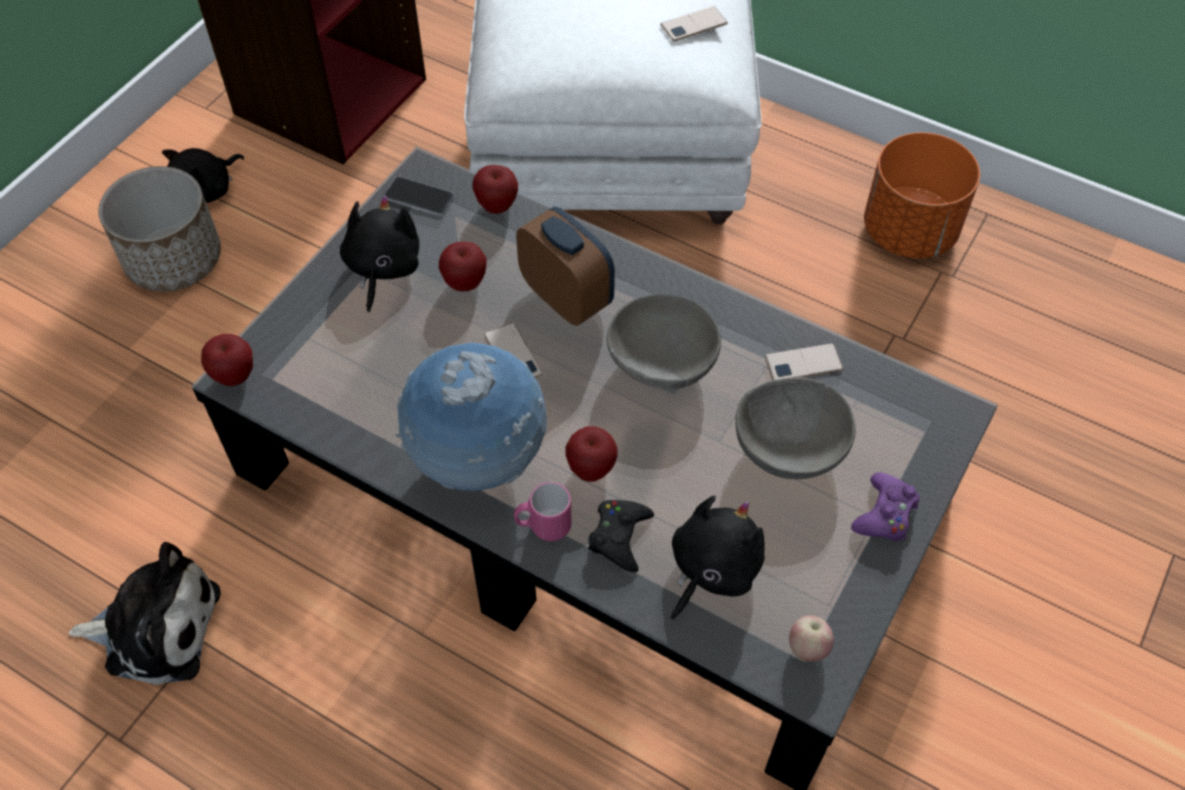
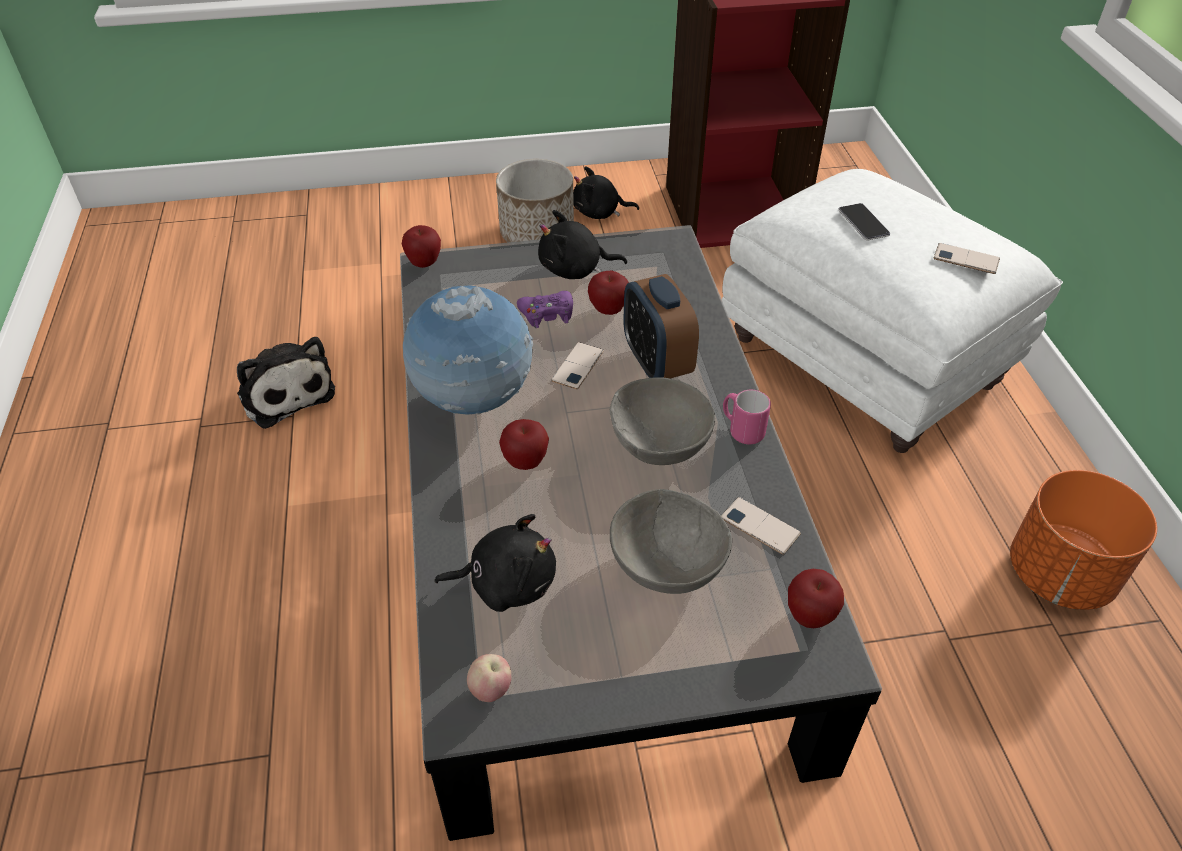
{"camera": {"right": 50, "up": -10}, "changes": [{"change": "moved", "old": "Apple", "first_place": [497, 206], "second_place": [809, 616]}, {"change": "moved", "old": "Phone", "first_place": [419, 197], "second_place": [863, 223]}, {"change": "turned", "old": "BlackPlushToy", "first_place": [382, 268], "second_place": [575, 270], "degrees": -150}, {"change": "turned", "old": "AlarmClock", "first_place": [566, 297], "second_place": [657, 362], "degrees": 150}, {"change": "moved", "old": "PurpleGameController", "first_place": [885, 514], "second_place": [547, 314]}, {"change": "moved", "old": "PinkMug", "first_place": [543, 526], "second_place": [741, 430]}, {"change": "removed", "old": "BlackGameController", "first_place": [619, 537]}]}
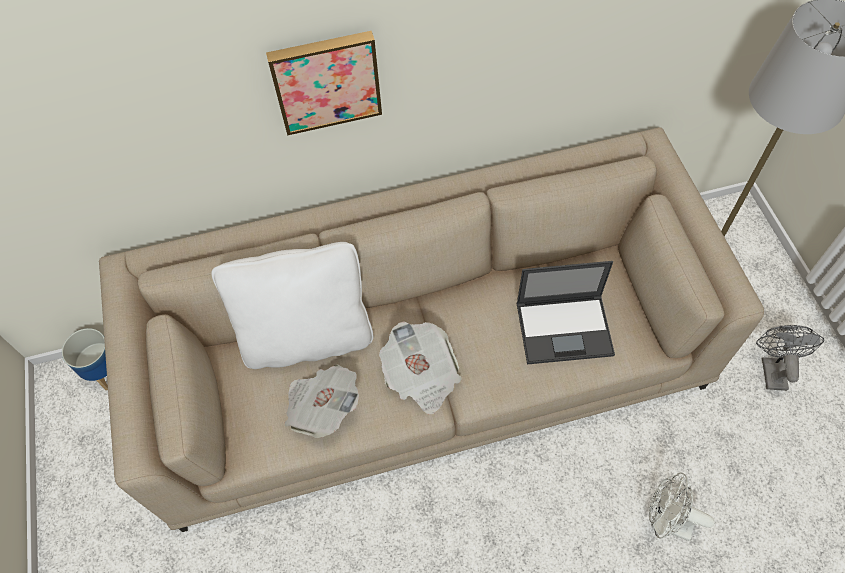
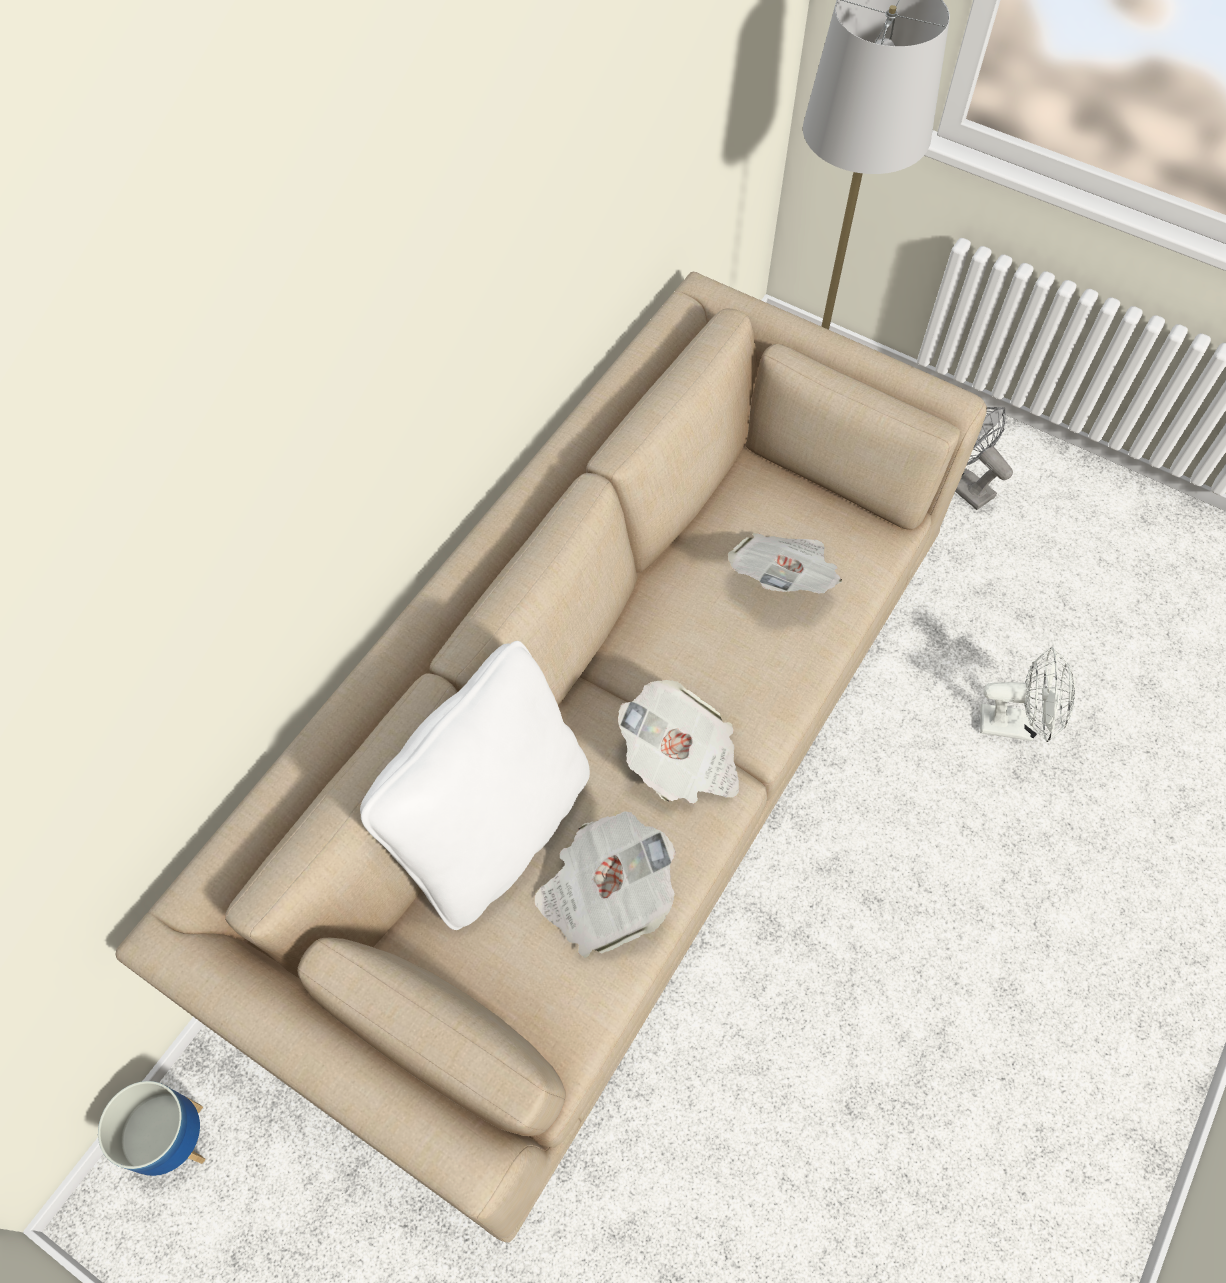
{"camera": {"right": -45, "up": 0}, "changes": [{"change": "removed", "old": "Picture", "first_place": [326, 80]}, {"change": "replaced", "old": "Laptop", "new": "Newspaper", "first_place": [565, 328], "second_place": [784, 579]}, {"change": "turned", "old": "WhiteFan", "first_place": [665, 522], "second_place": [1015, 725], "degrees": -150}]}
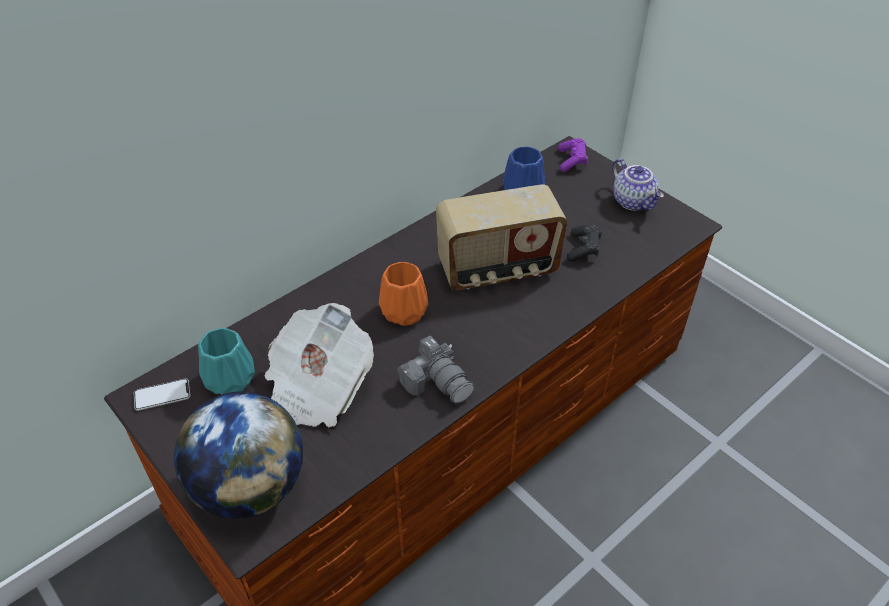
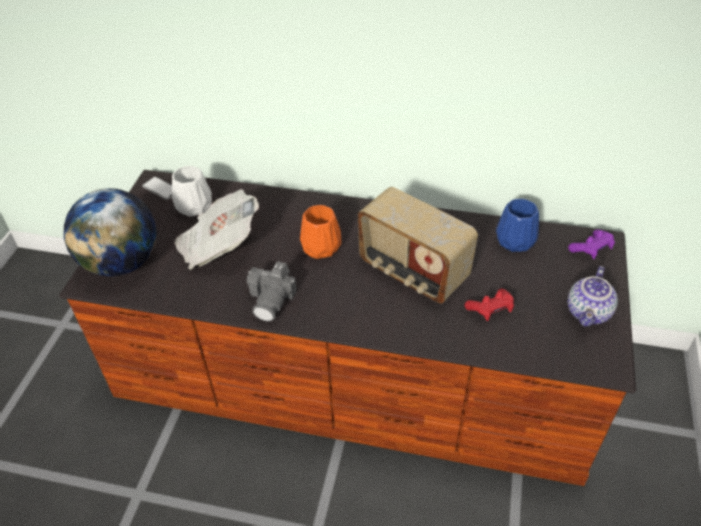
{"camera": {"right": 55, "up": 0}, "changes": [{"change": "recoloured", "old": "BlackGameController", "new": "RedGameController", "first_place": [583, 249], "second_place": [490, 309]}, {"change": "recoloured", "old": "TurquoiseVase", "new": "WhiteVase", "first_place": [229, 380], "second_place": [193, 207]}]}
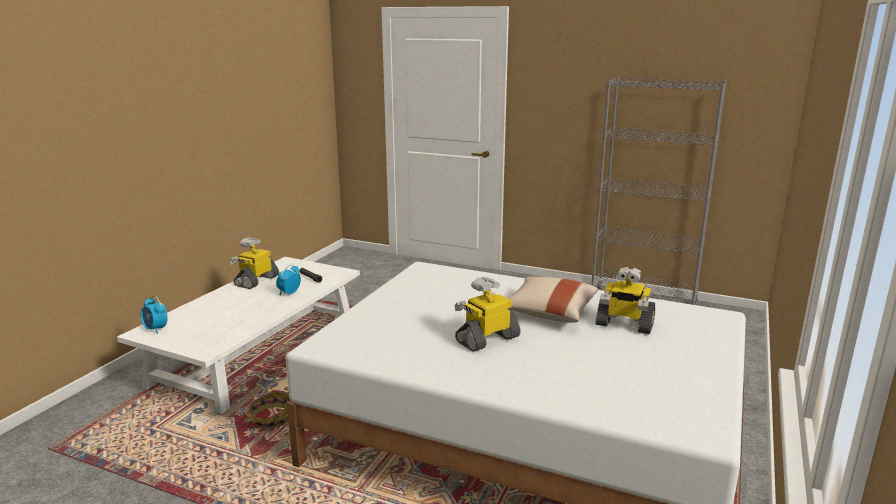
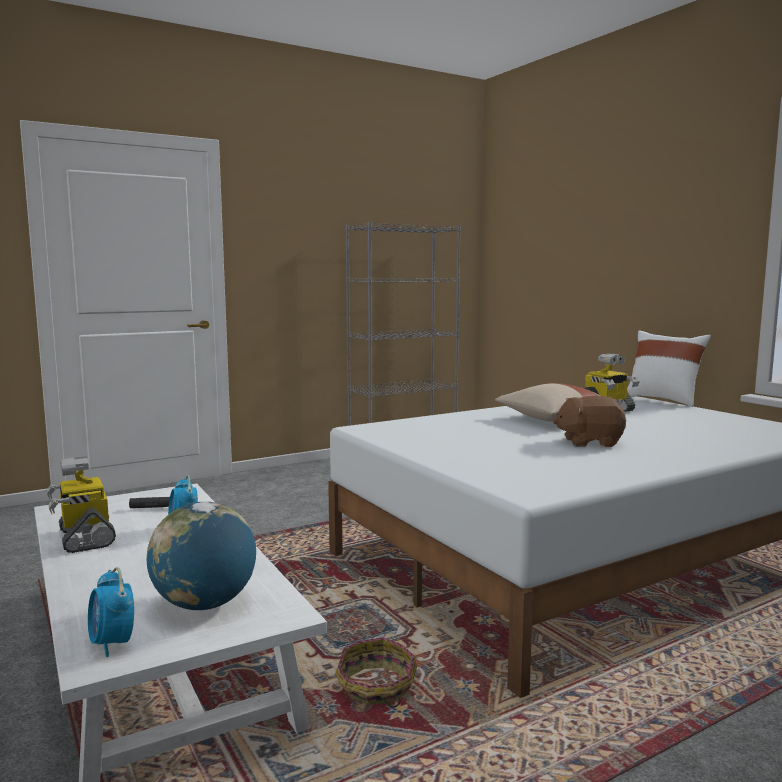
{"camera": {"right": -55, "up": -10}, "changes": [{"change": "replaced", "old": "ToyRobot", "new": "BrownPlushToy", "first_place": [487, 339], "second_place": [589, 442]}, {"change": "turned", "old": "AlarmClock", "first_place": [156, 329], "second_place": [112, 644], "degrees": 75}, {"change": "added", "new": "WhitePillow", "second_place": [663, 400]}, {"change": "added", "new": "Globe", "second_place": [204, 604]}]}
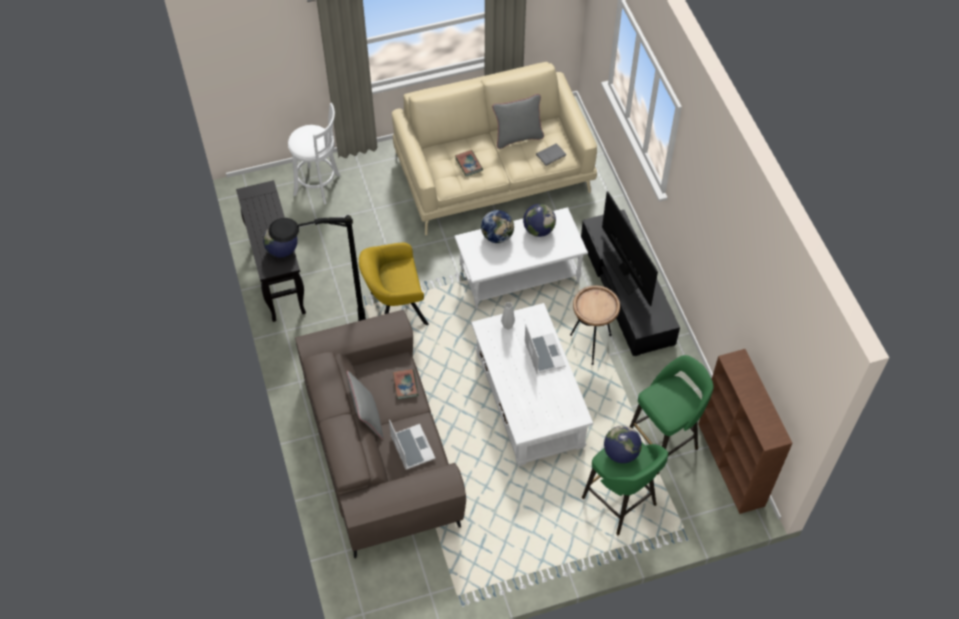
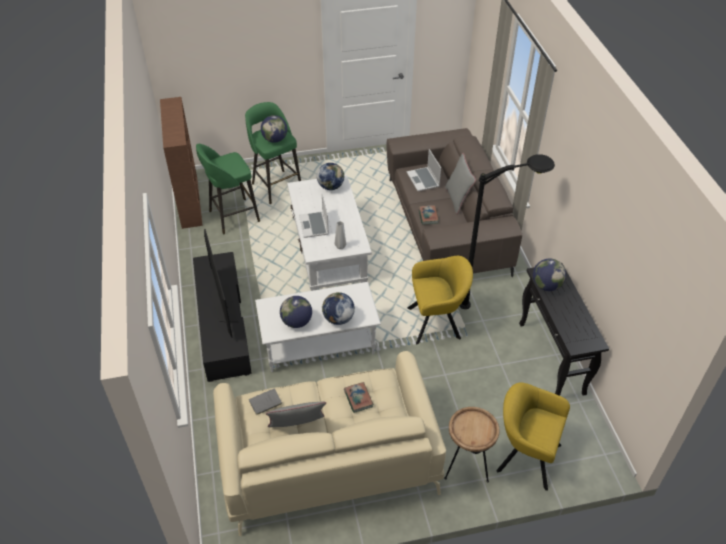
{"camera": {"right": -175, "up": -10}, "changes": [{"change": "replaced", "old": "WhiteStool", "new": "YellowArmchair", "first_place": [319, 186], "second_place": [524, 456]}, {"change": "moved", "old": "BrownSideTable", "first_place": [591, 344], "second_place": [466, 469]}, {"change": "added", "new": "Globe", "second_place": [331, 186]}]}
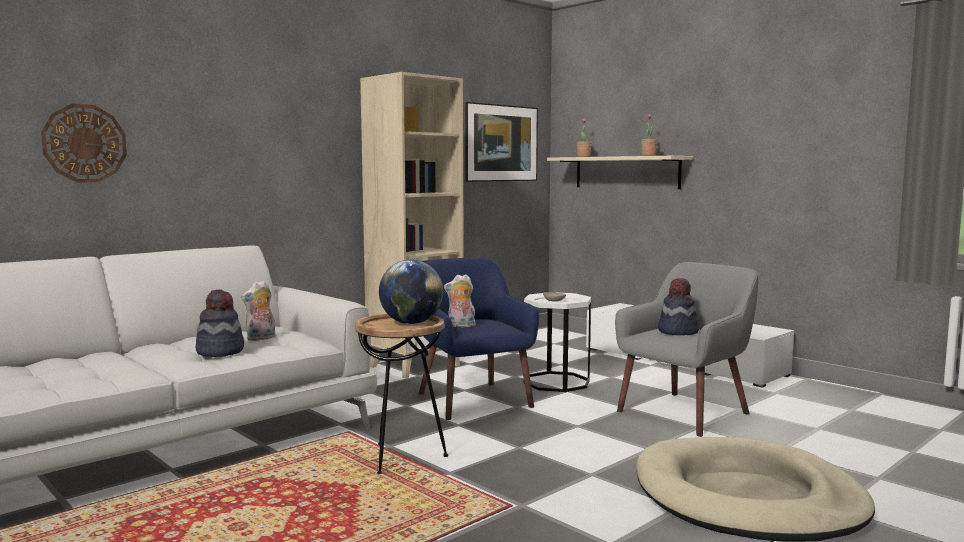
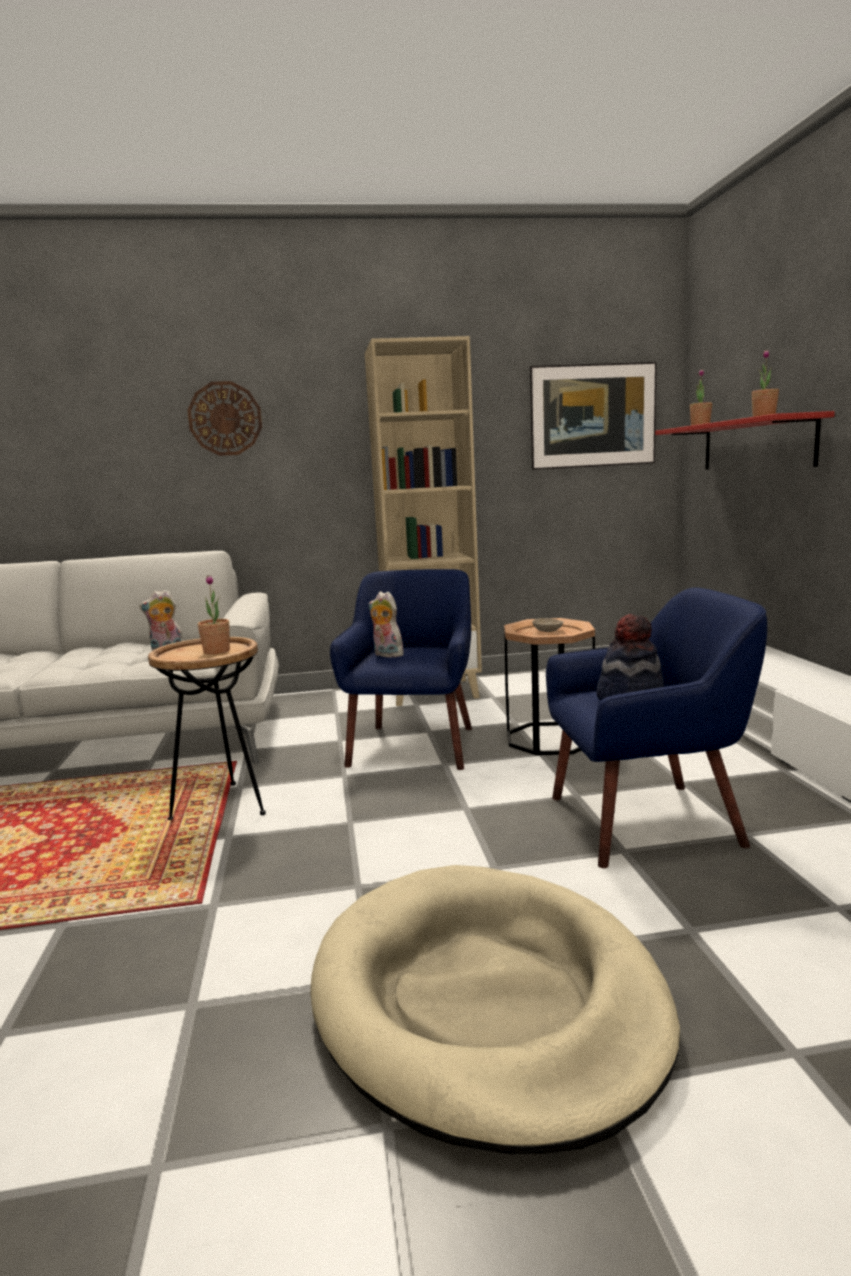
{"camera": {"right": 35, "up": 5}, "changes": [{"change": "moved", "old": "WallClock", "first_place": [84, 143], "second_place": [225, 418]}, {"change": "recoloured", "old": "BeigeShelf", "new": "RedShelf", "first_place": [626, 172], "second_place": [756, 444]}, {"change": "replaced", "old": "Globe", "new": "PottedPlant", "first_place": [411, 323], "second_place": [216, 652]}, {"change": "recoloured", "old": "GreyArmchair", "new": "BlueArmchair", "first_place": [685, 412], "second_place": [647, 821]}, {"change": "removed", "old": "Hat", "first_place": [220, 351]}, {"change": "recoloured", "old": "WhiteSideTable", "new": "BrownSideTable", "first_place": [556, 382], "second_place": [549, 738]}]}
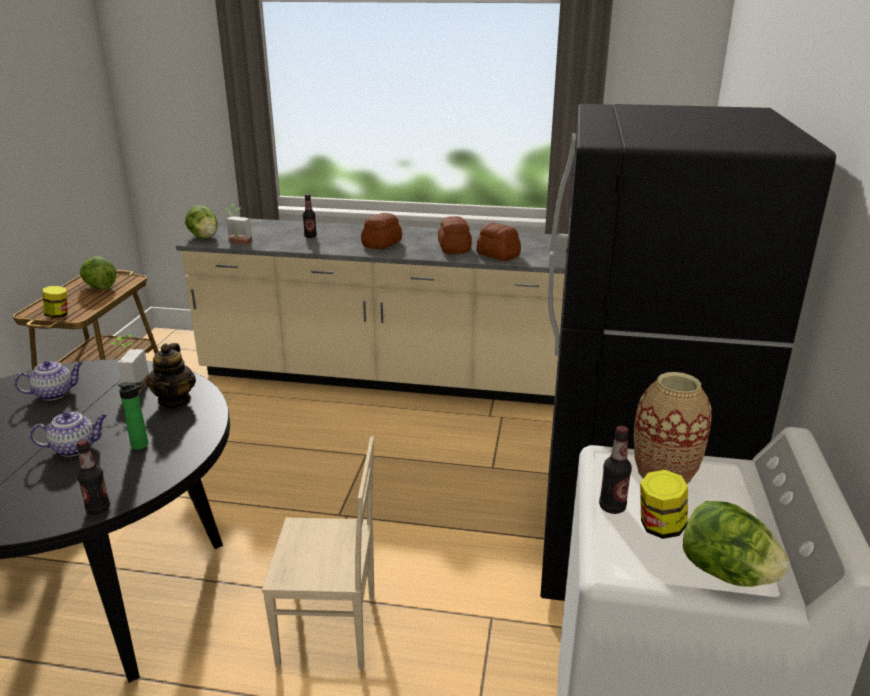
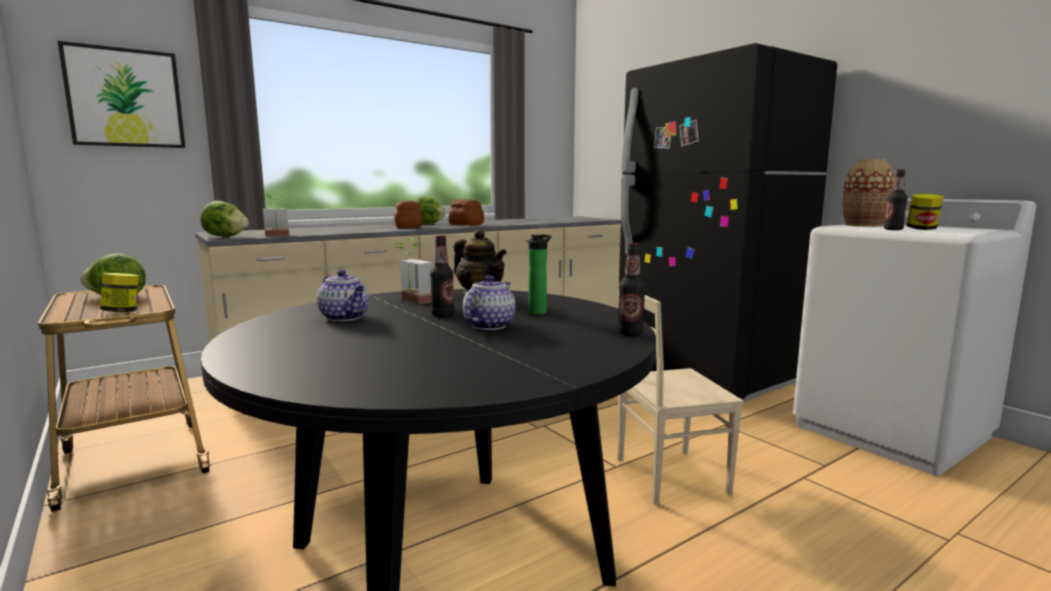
{"camera": {"right": -45, "up": -15}, "changes": [{"change": "moved", "old": "Bottle", "first_place": [310, 236], "second_place": [442, 314]}, {"change": "removed", "old": "Bread", "first_place": [498, 255]}, {"change": "turned", "old": "Teapot", "first_place": [55, 393], "second_place": [345, 317], "degrees": 120}, {"change": "turned", "old": "BeigeChair", "first_place": [329, 631], "second_place": [668, 475], "degrees": -150}, {"change": "moved", "old": "Lettuce", "first_place": [726, 574], "second_place": [427, 223]}, {"change": "added", "new": "Picture", "second_place": [125, 98]}]}
